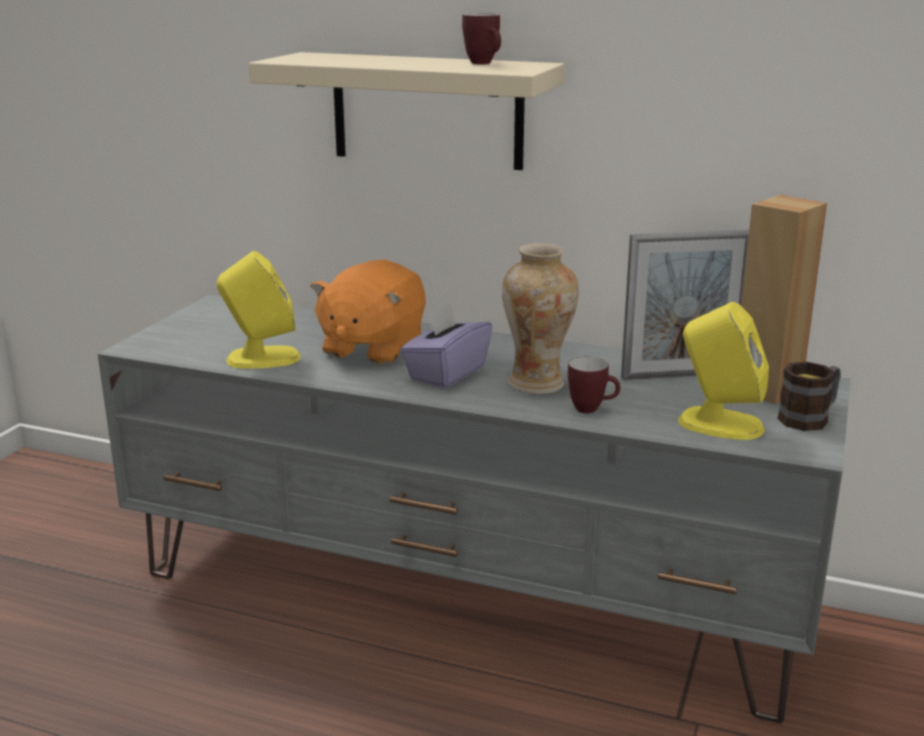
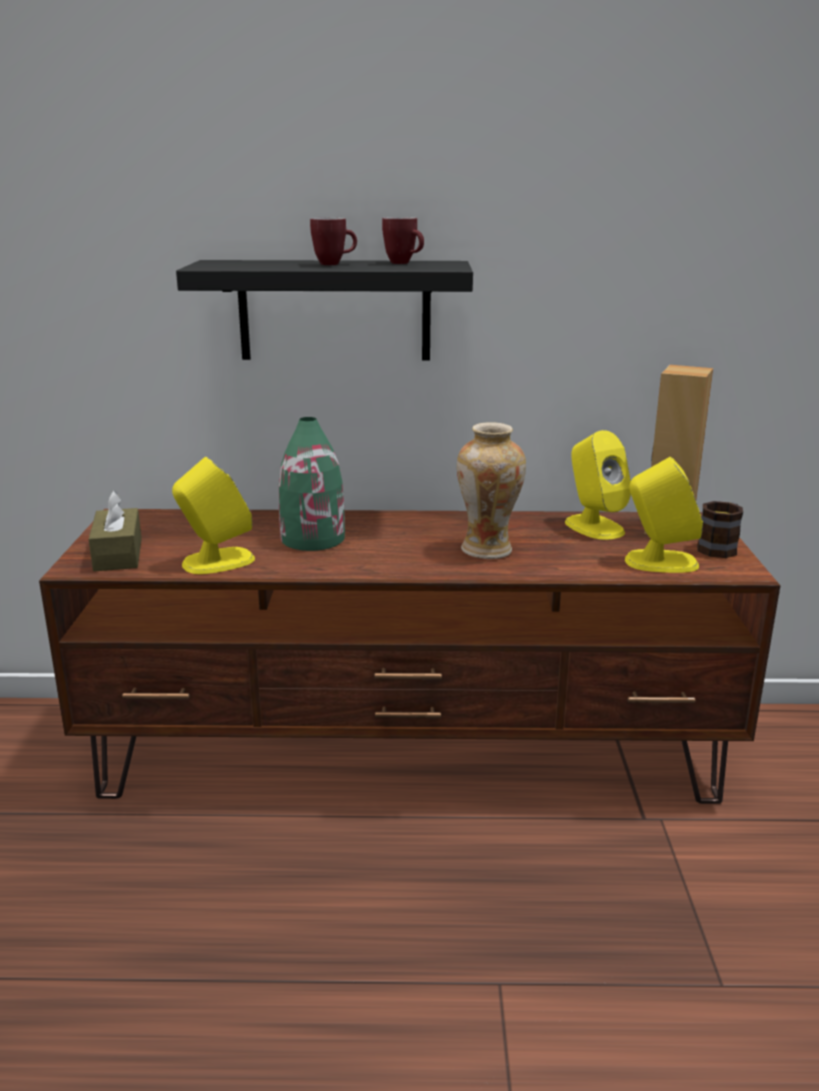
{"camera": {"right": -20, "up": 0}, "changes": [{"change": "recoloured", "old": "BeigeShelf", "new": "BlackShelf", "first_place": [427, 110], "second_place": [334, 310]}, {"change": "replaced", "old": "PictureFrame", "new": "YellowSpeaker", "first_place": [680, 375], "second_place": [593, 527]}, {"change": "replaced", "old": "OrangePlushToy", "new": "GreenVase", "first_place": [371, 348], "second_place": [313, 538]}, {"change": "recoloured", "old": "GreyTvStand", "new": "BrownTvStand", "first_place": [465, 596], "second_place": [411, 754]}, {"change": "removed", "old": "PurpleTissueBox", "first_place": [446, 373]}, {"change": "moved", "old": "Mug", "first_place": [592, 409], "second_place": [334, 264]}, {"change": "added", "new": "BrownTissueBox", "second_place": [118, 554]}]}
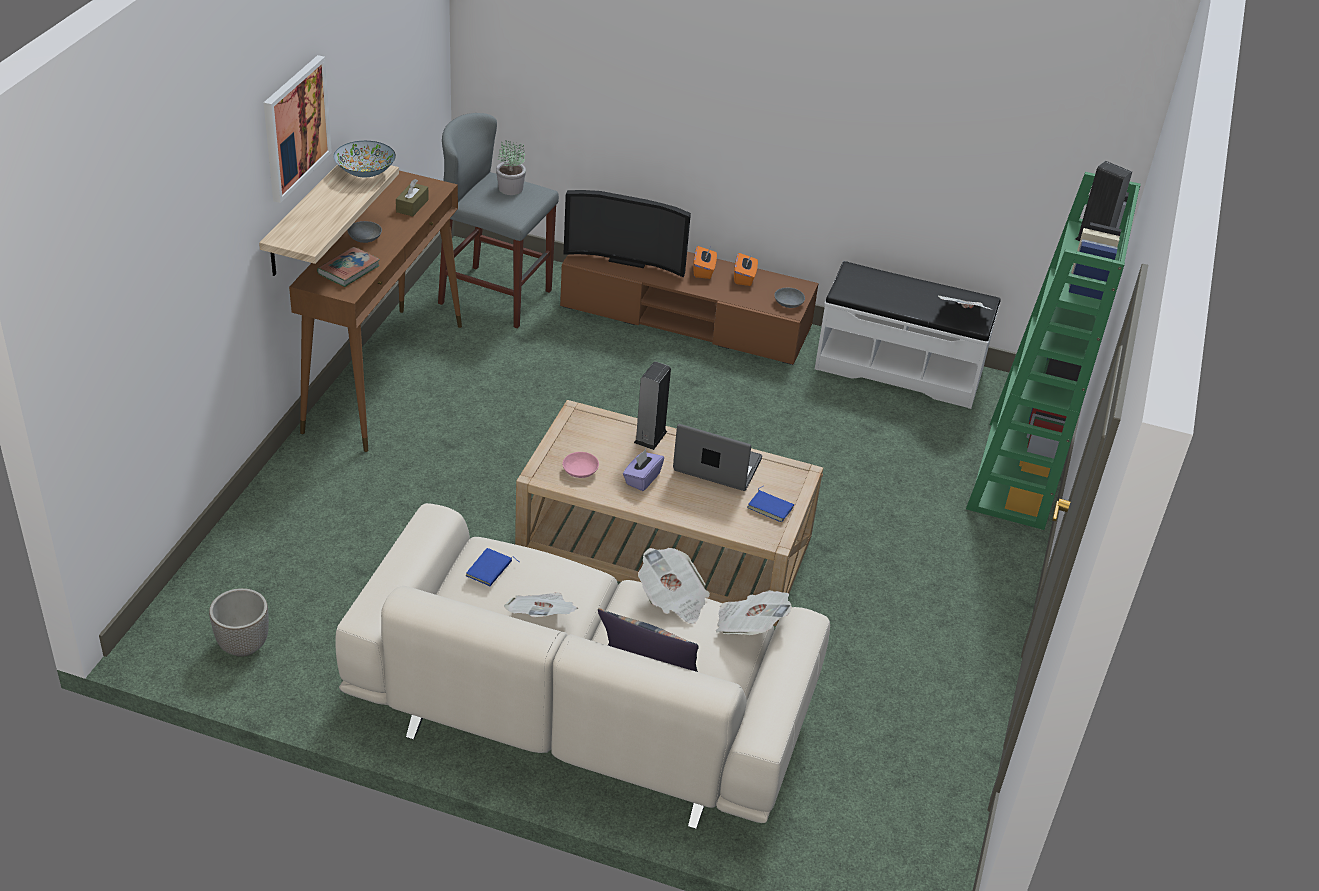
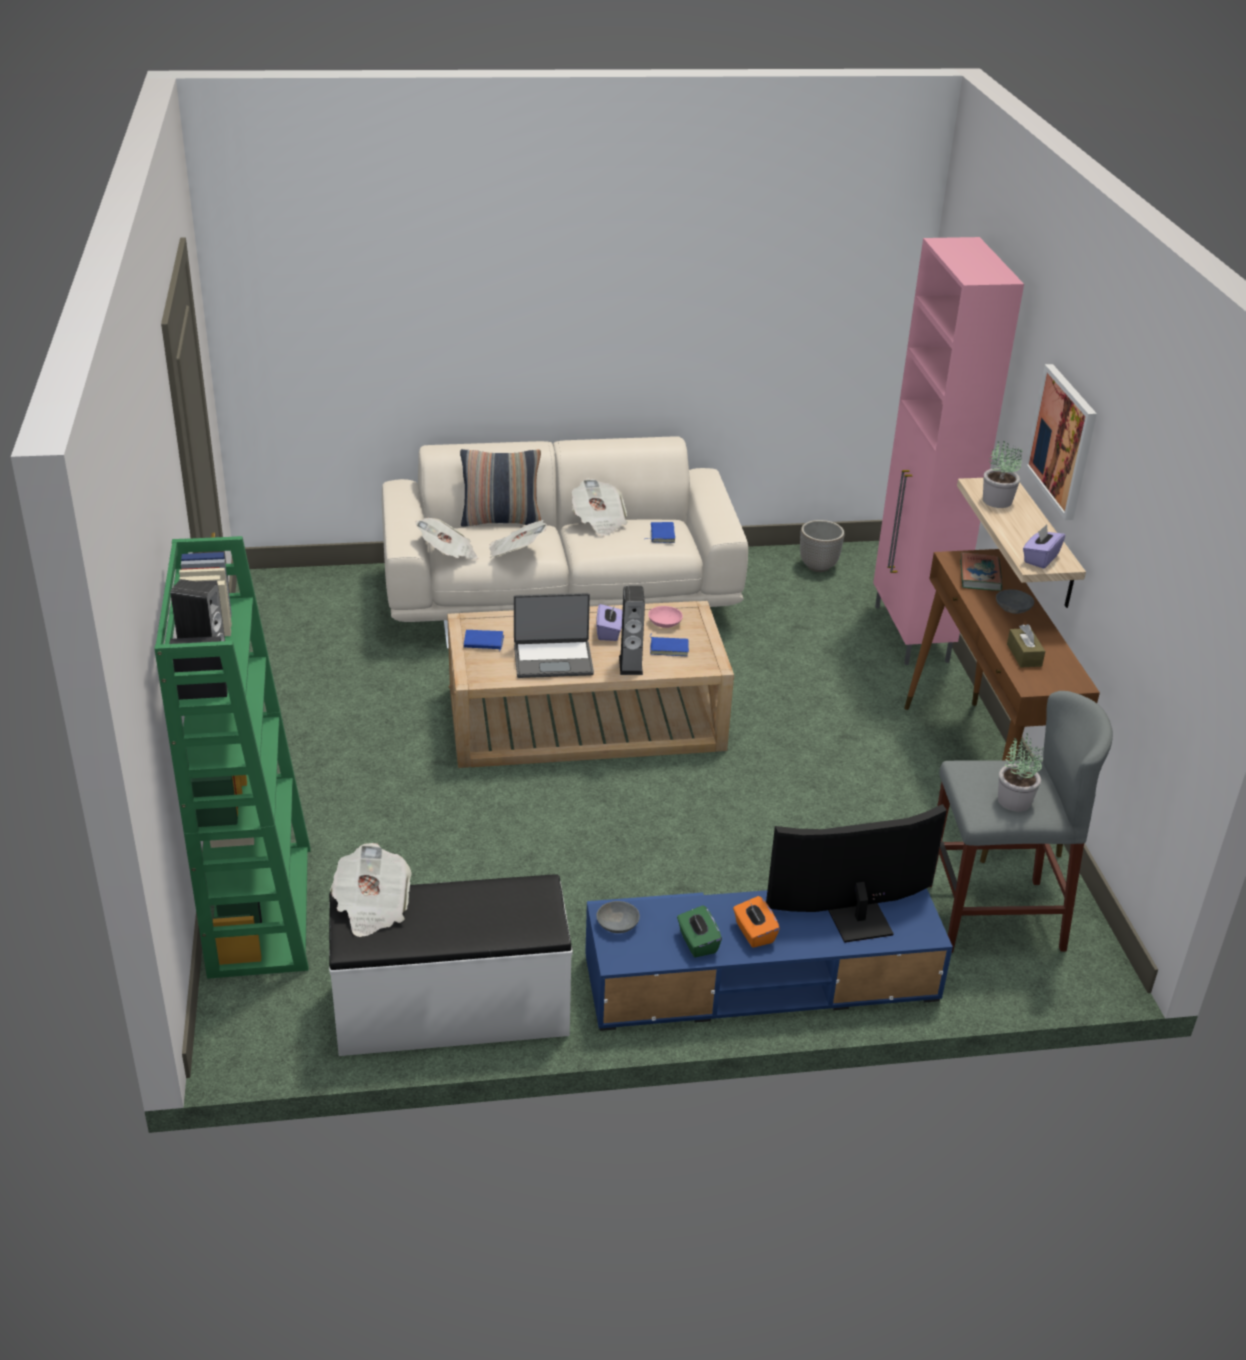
{"camera": {"right": 155, "up": -5}, "changes": [{"change": "replaced", "old": "Bowl", "new": "PurpleTissueBox", "first_place": [365, 172], "second_place": [1040, 559]}, {"change": "recoloured", "old": "BrownTvStand", "new": "BlueTvStand", "first_place": [685, 318], "second_place": [761, 979]}, {"change": "recoloured", "old": "OrangeTissueBox", "new": "GreenTissueBox", "first_place": [744, 278], "second_place": [697, 943]}, {"change": "added", "new": "PinkCabinet", "second_place": [910, 634]}, {"change": "added", "new": "PottedPlant", "second_place": [997, 501]}, {"change": "added", "new": "BlueBook", "second_place": [669, 647]}]}
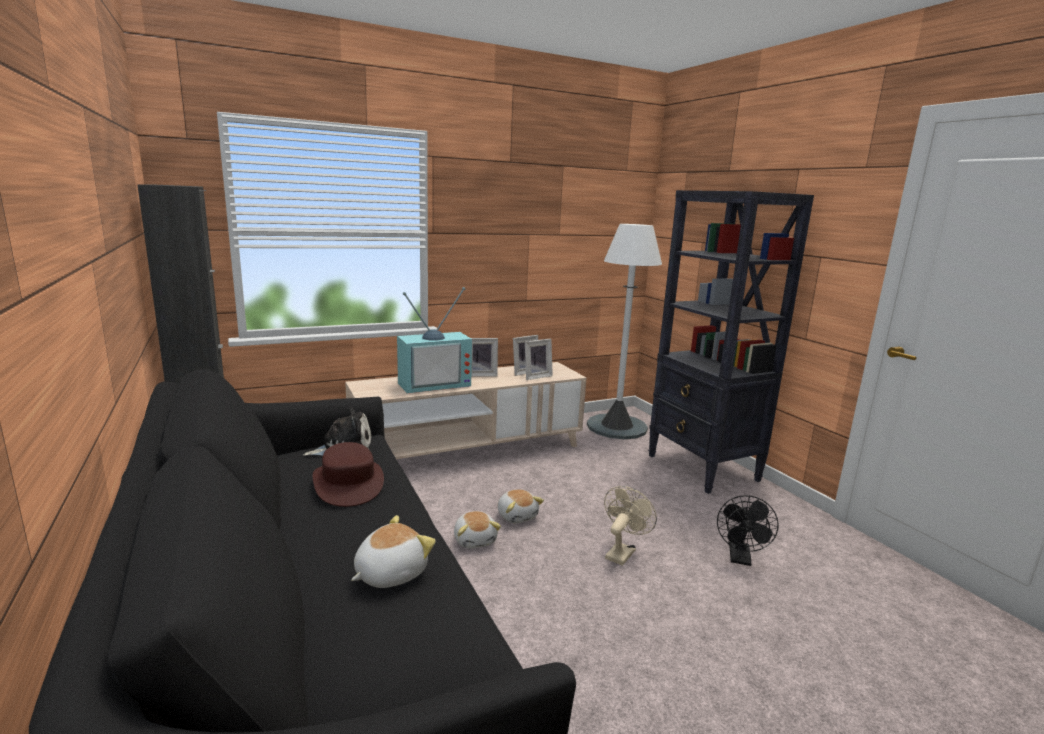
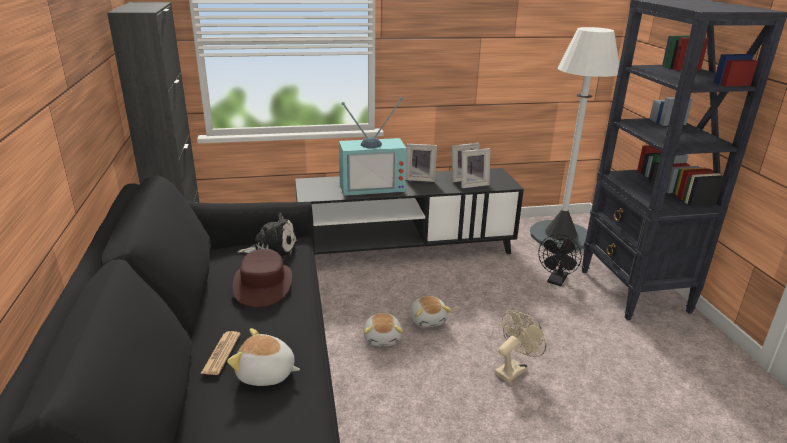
{"camera": {"right": 15, "up": 10}, "changes": [{"change": "recoloured", "old": "BeigeTvStand", "new": "BlackTvStand", "first_place": [469, 452], "second_place": [405, 249]}, {"change": "moved", "old": "BlackFan", "first_place": [740, 559], "second_place": [556, 281]}, {"change": "turned", "old": "PlushToy", "first_place": [389, 573], "second_place": [266, 374], "degrees": -135}, {"change": "added", "new": "Newspaper", "second_place": [221, 353]}]}
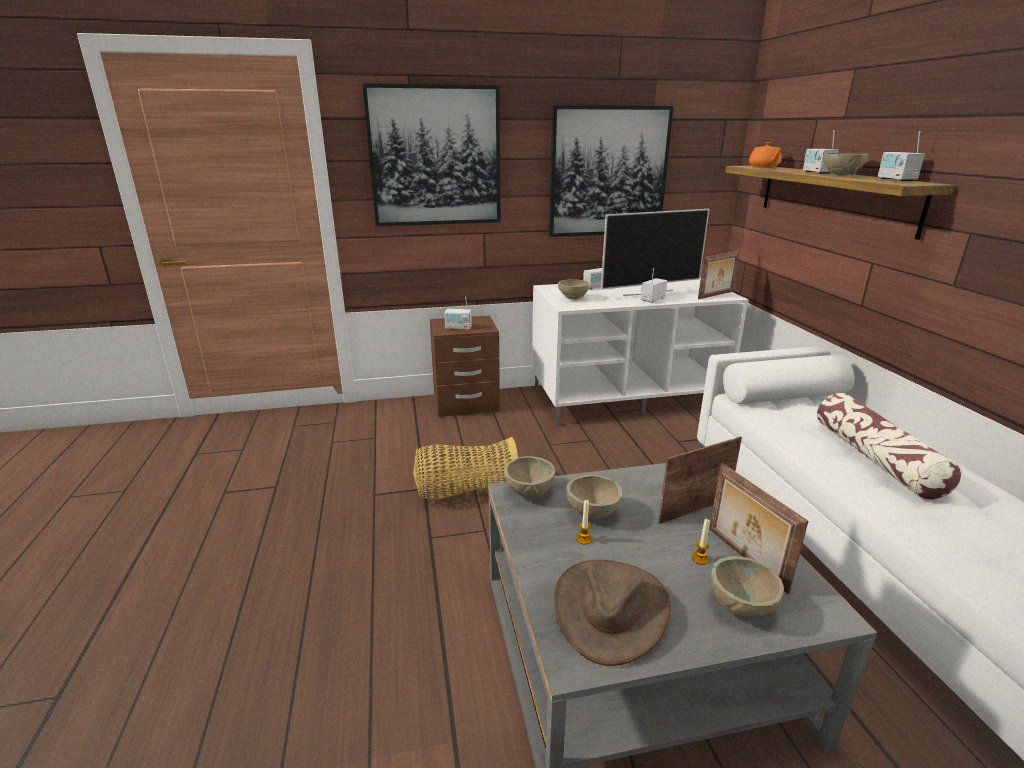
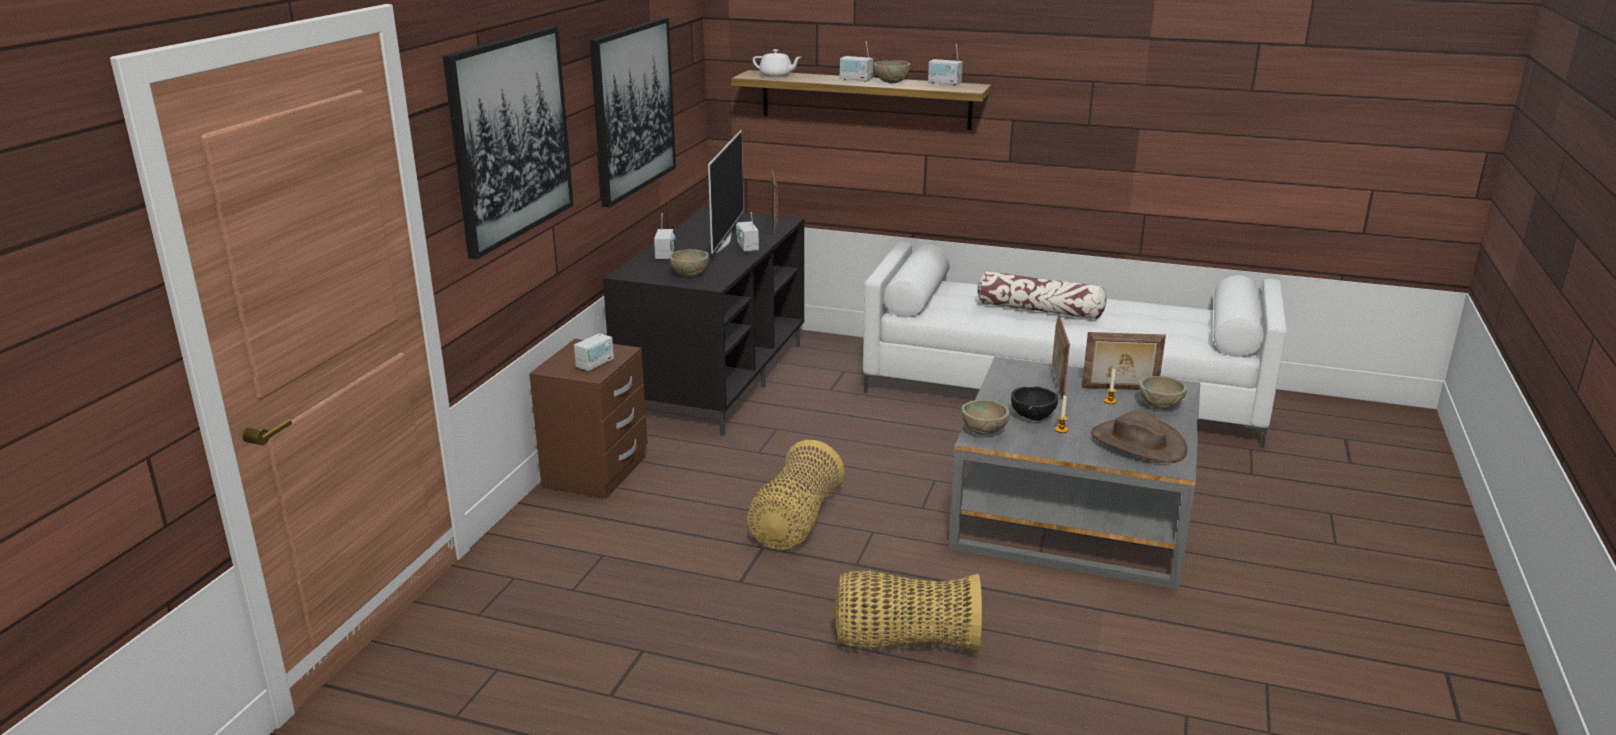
{"camera": {"right": -60, "up": 0}, "changes": [{"change": "recoloured", "old": "OrangeTeapot", "new": "WhiteTeapot", "first_place": [764, 167], "second_place": [776, 76]}, {"change": "recoloured", "old": "WhiteTvStand", "new": "BlackTvStand", "first_place": [627, 397], "second_place": [714, 379]}, {"change": "recoloured", "old": "BeigeBowl", "new": "BlackBowl", "first_place": [593, 513], "second_place": [1033, 417]}, {"change": "added", "new": "Basket", "second_place": [904, 641]}]}
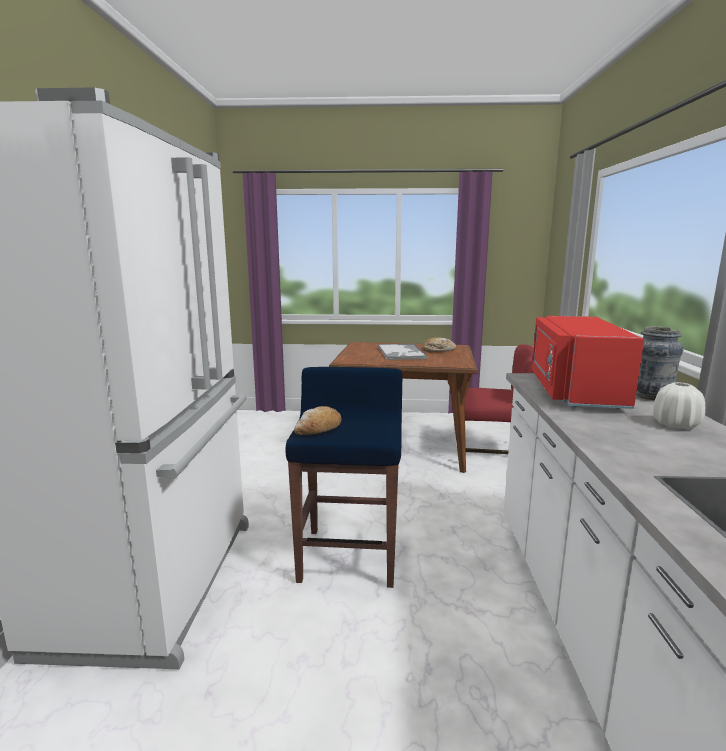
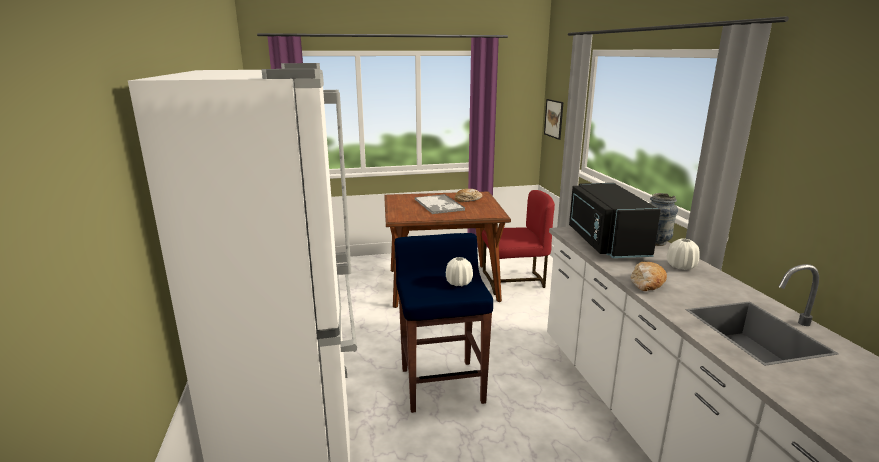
{"camera": {"right": -15, "up": 5}, "changes": [{"change": "recoloured", "old": "RedMicrowave", "new": "BlackMicrowave", "first_place": [573, 391], "second_place": [605, 242]}, {"change": "moved", "old": "Bread", "first_place": [318, 429], "second_place": [647, 283]}, {"change": "added", "new": "Picture", "second_place": [554, 118]}, {"change": "added", "new": "WhiteVase", "second_place": [459, 283]}]}
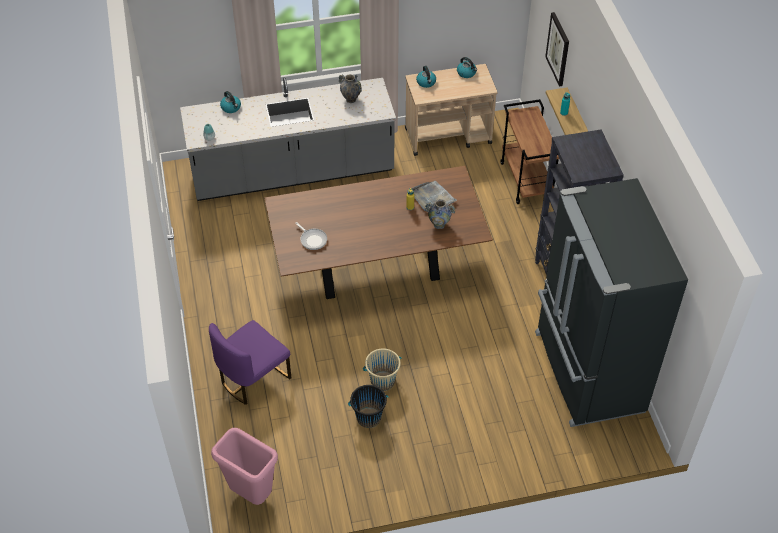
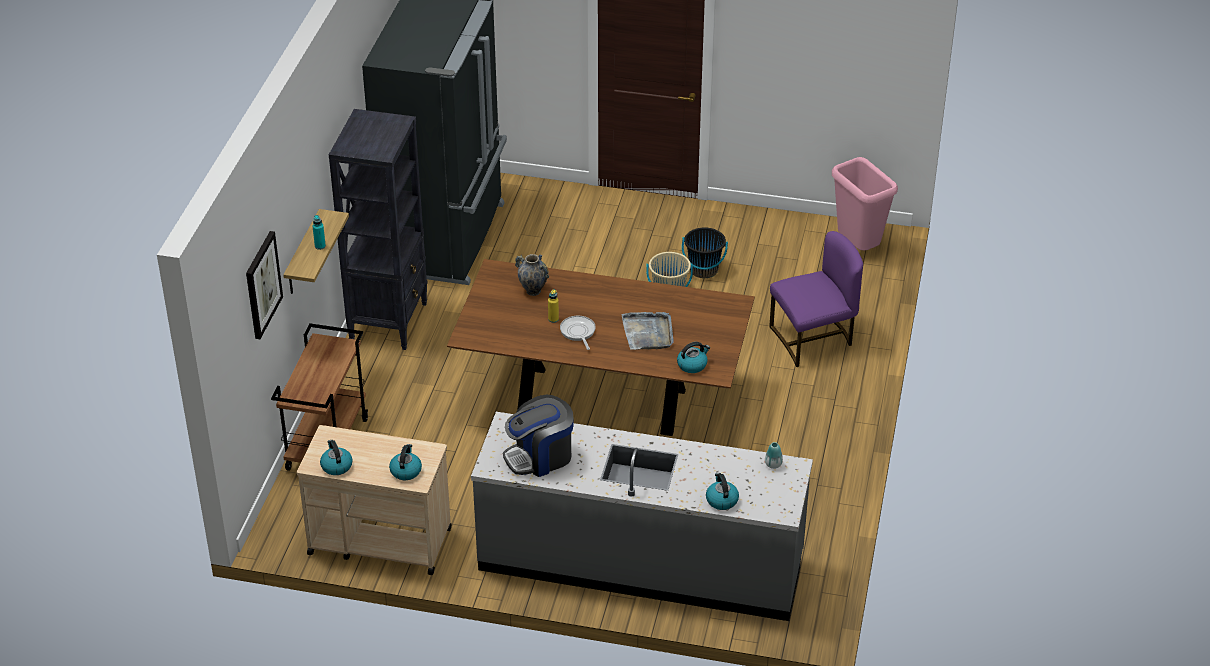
{"camera": {"right": -155, "up": -10}, "changes": [{"change": "replaced", "old": "Vase", "new": "CoffeeMachine", "first_place": [351, 99], "second_place": [540, 456]}, {"change": "moved", "old": "GreyTray", "first_place": [432, 198], "second_place": [648, 333]}, {"change": "moved", "old": "FryingPan", "first_place": [312, 239], "second_place": [578, 332]}, {"change": "added", "new": "Kettle", "second_place": [692, 365]}]}
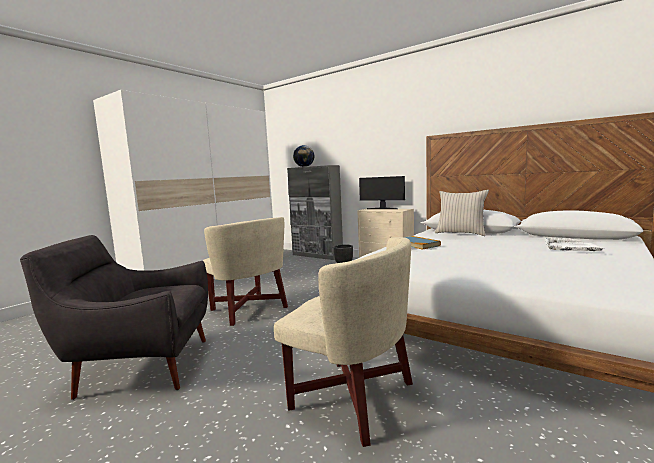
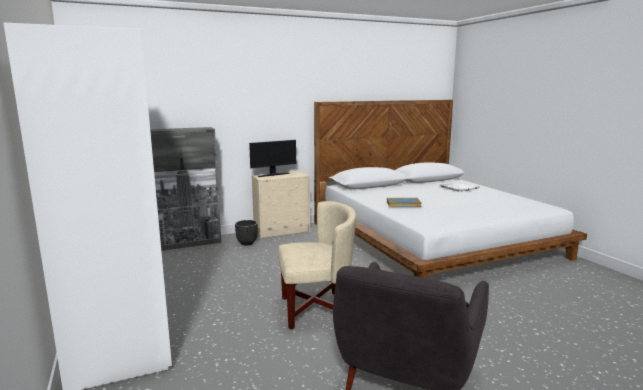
{"camera": {"right": -60, "up": 5}, "changes": [{"change": "removed", "old": "Globe", "first_place": [304, 166]}, {"change": "removed", "old": "BeigePillow", "first_place": [460, 233]}, {"change": "removed", "old": "BeigeArmchair", "first_place": [353, 397]}]}
